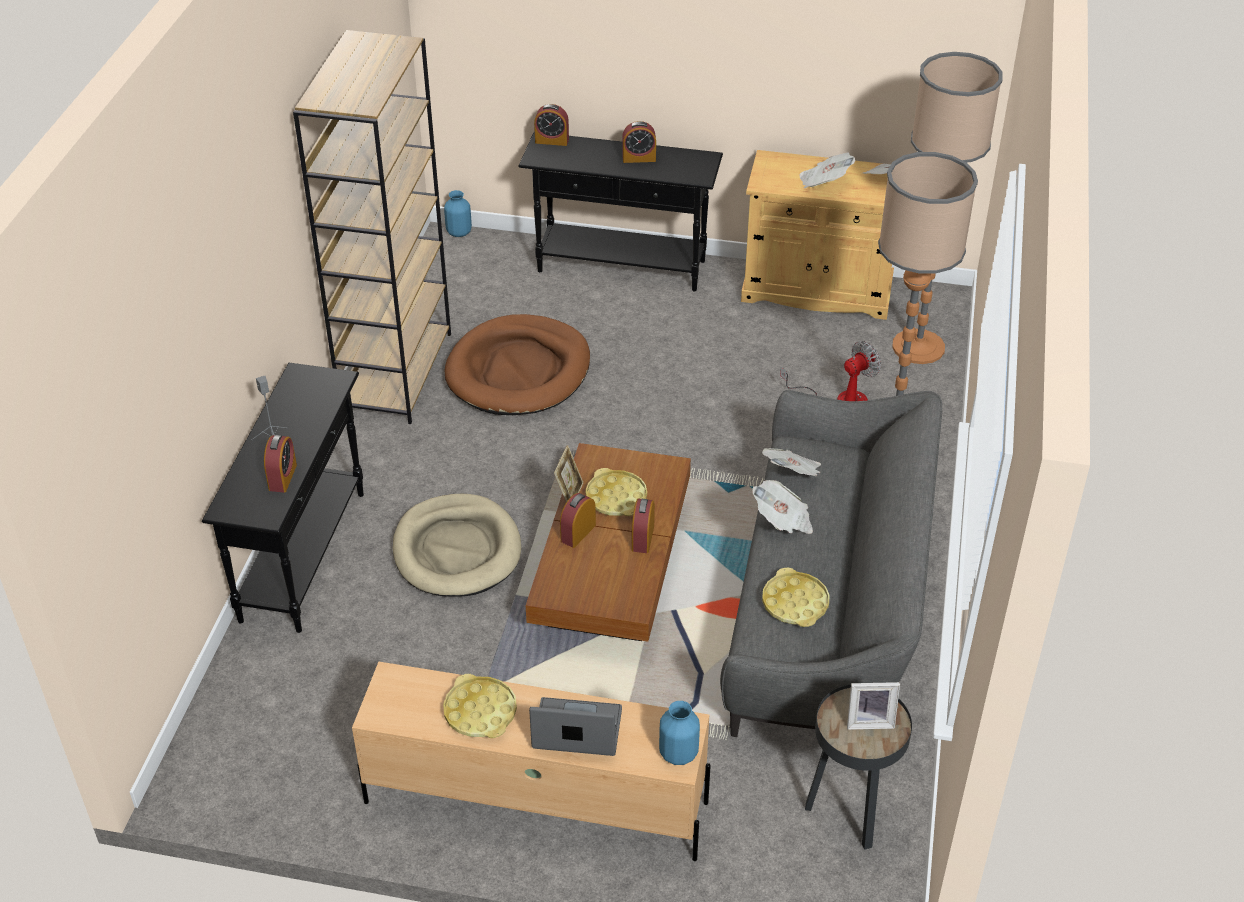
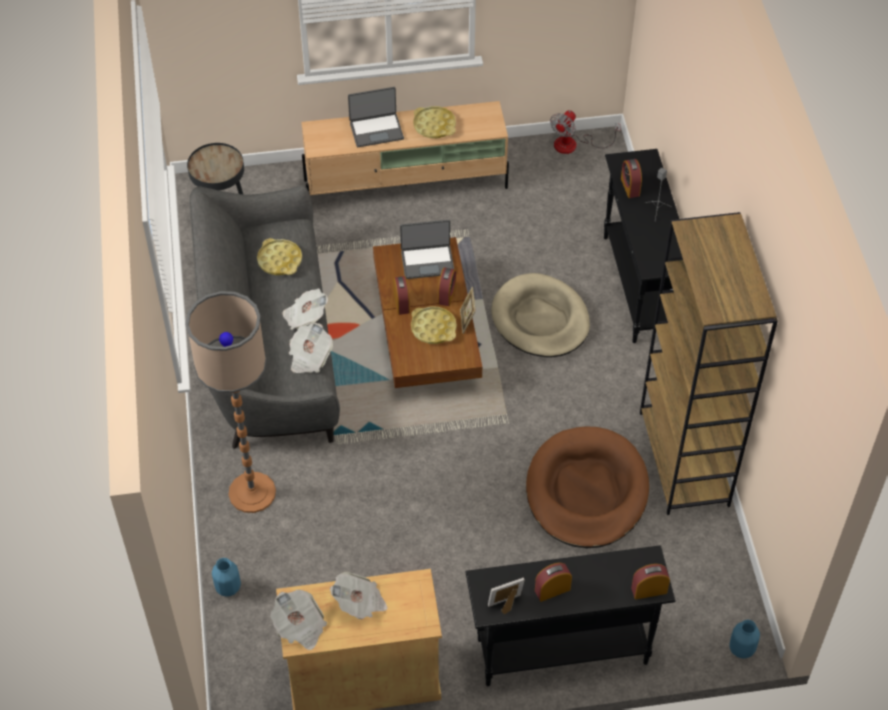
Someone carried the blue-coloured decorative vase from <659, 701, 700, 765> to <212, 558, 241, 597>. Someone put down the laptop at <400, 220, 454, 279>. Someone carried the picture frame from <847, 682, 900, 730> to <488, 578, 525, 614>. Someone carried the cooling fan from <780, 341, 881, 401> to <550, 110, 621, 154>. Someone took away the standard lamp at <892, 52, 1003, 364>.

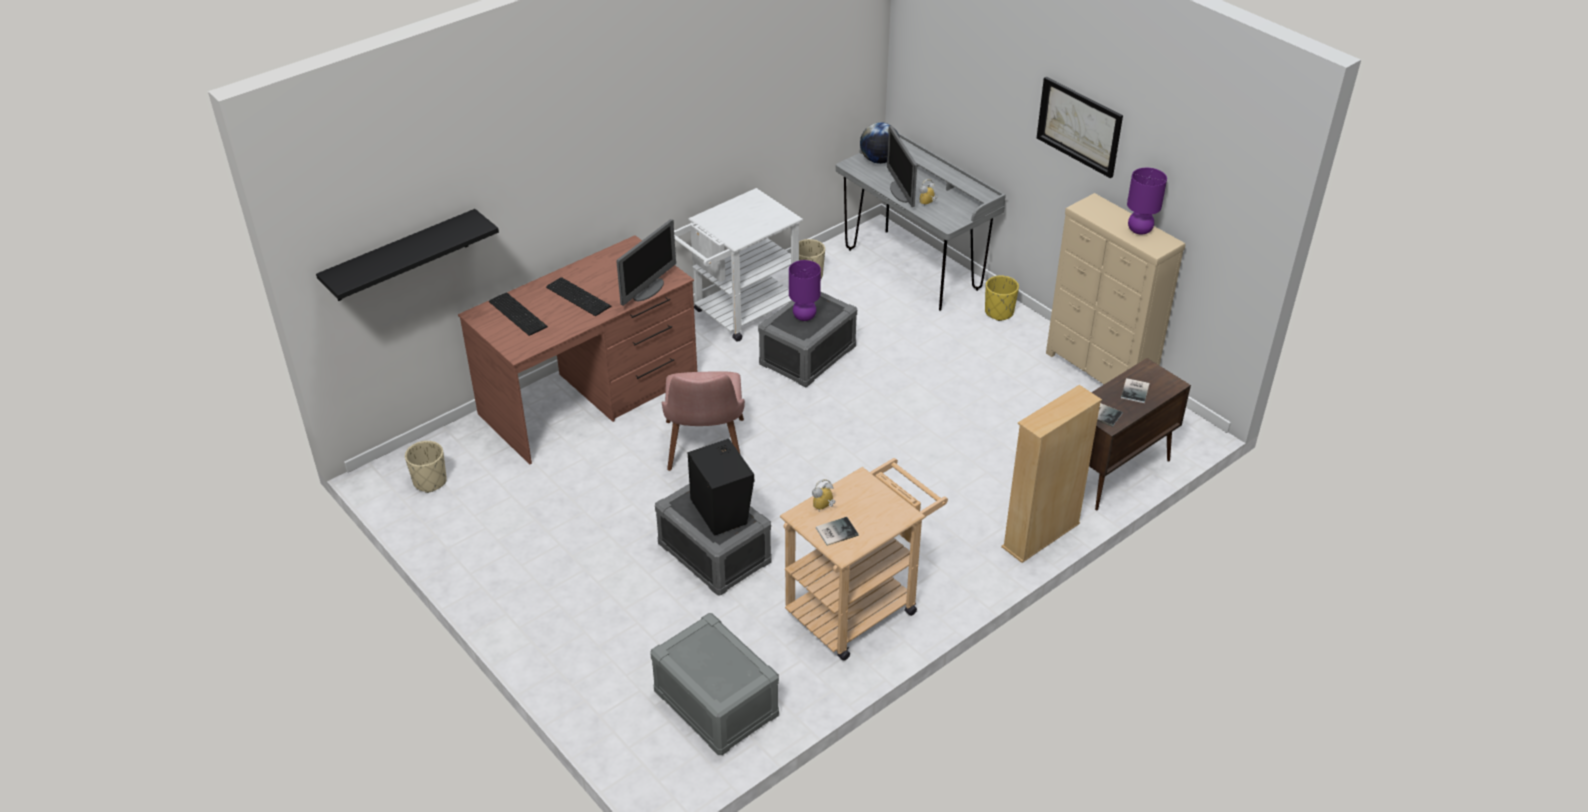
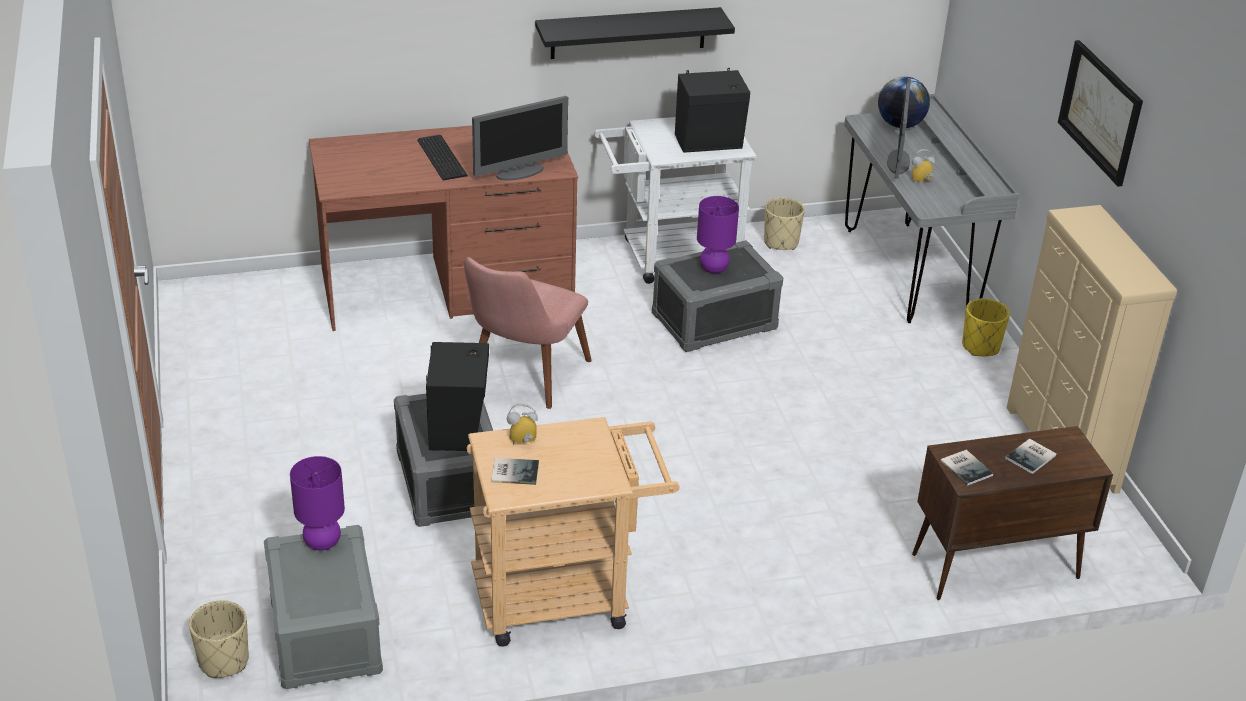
Someone carried the sand-coloured planter from <405, 441, 447, 493> to <189, 600, 249, 678>. Someone carried the purplish tabletop lamp from <1127, 168, 1167, 235> to <290, 456, 345, 551>. Someone carried the black shelf from <316, 209, 499, 301> to <535, 7, 735, 59>. Someone put down the black loudspeaker at <675, 68, 750, 153>. Someone took away the computer keyboard at <489, 293, 548, 336>. Someone took away the sand-coloured bookshelf at <1001, 385, 1102, 563>.

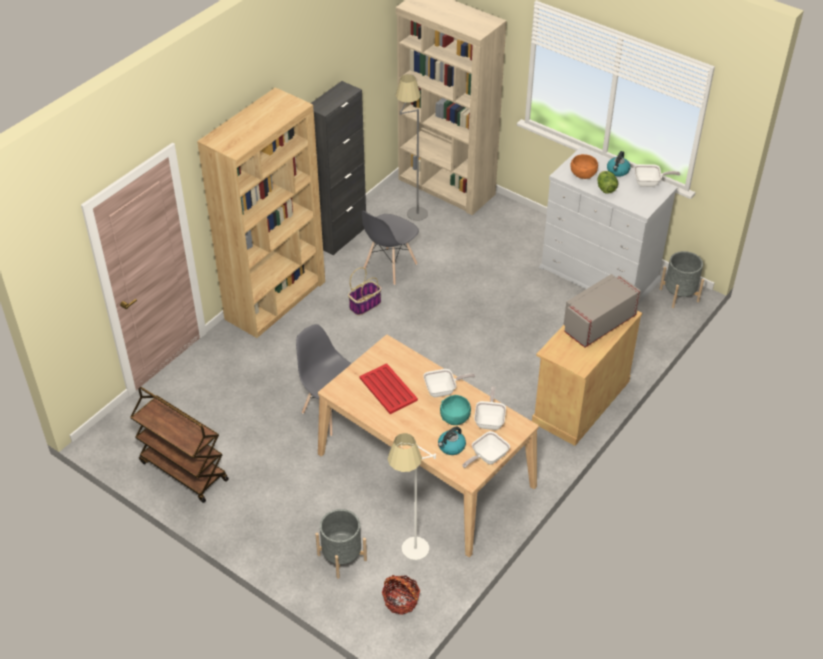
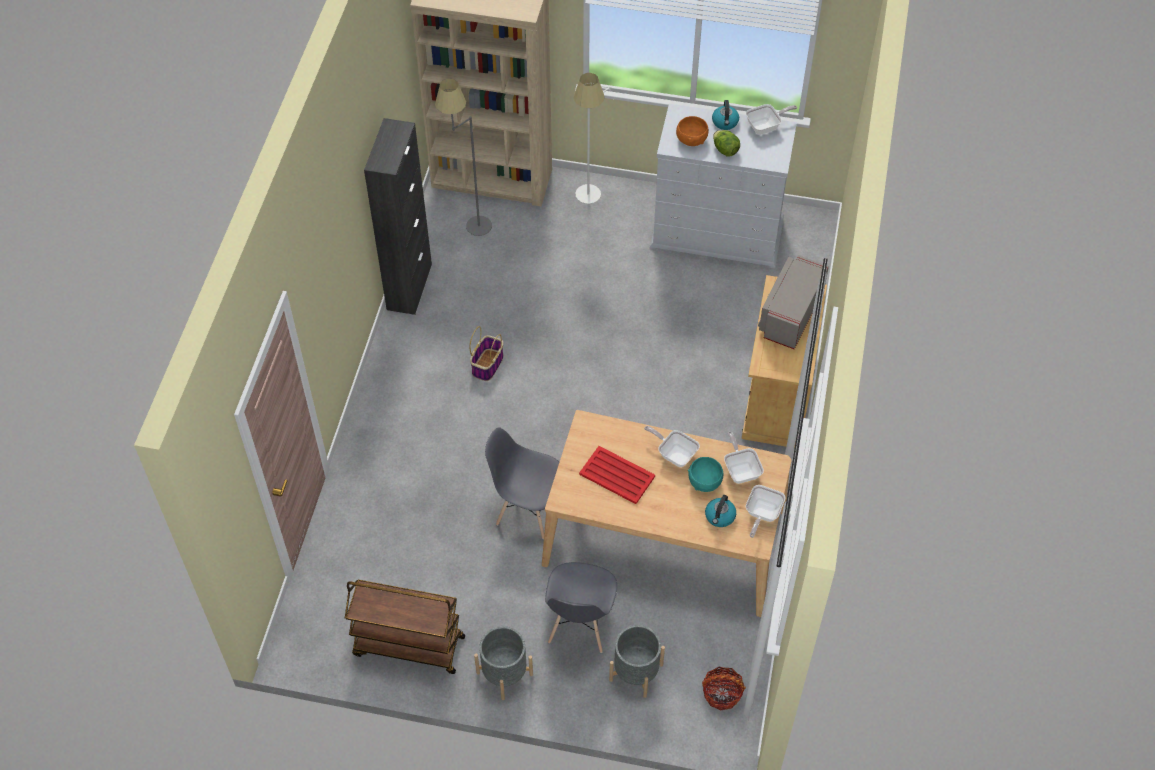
Someone carried the gray planter from <660, 251, 704, 308> to <474, 626, 533, 700>. Someone carried the gray plain chair from <362, 211, 419, 285> to <545, 562, 617, 653>. Someone carried the white-coloured standard lamp from <388, 433, 436, 560> to <573, 73, 611, 204>. Someone rotated the skillet at <423, 369, 475, 397> by 105 degrees counterclockwise. Someone took away the brown bookshelf at <197, 87, 325, 338>.

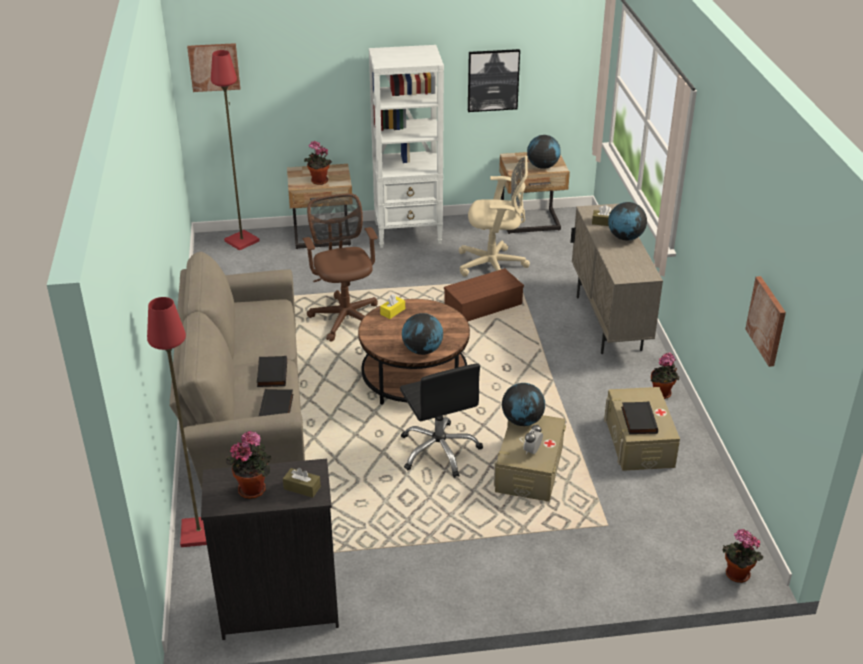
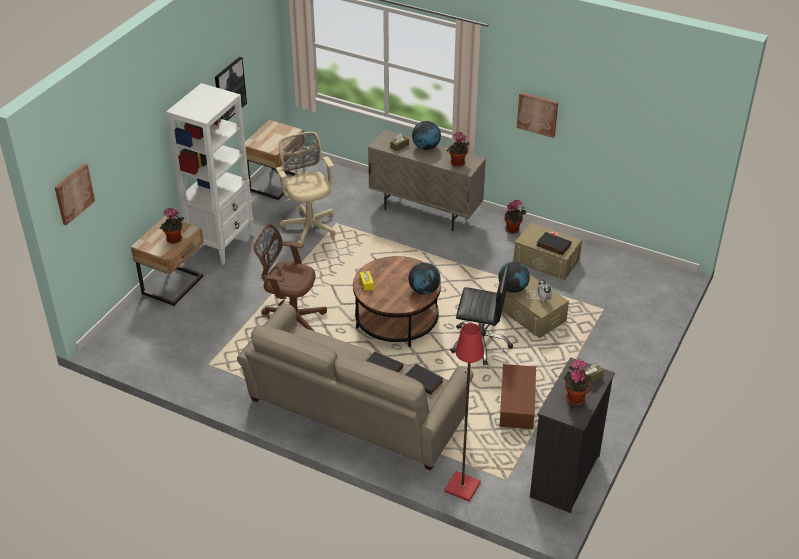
Someone rotated the sand-coloured desk chair at <459, 156, 530, 277> by 60 degrees counterclockwise. Someone carried the plant in a pot from <723, 529, 763, 583> to <447, 132, 470, 167>. Someone carried the brown storage container from <444, 268, 524, 321> to <500, 364, 536, 429>. Someone carried the picture from <745, 276, 786, 367> to <517, 92, 558, 138>. Someone took away the reddish standard lamp at <211, 50, 260, 250>. Someone took away the globe at <527, 135, 561, 169>.

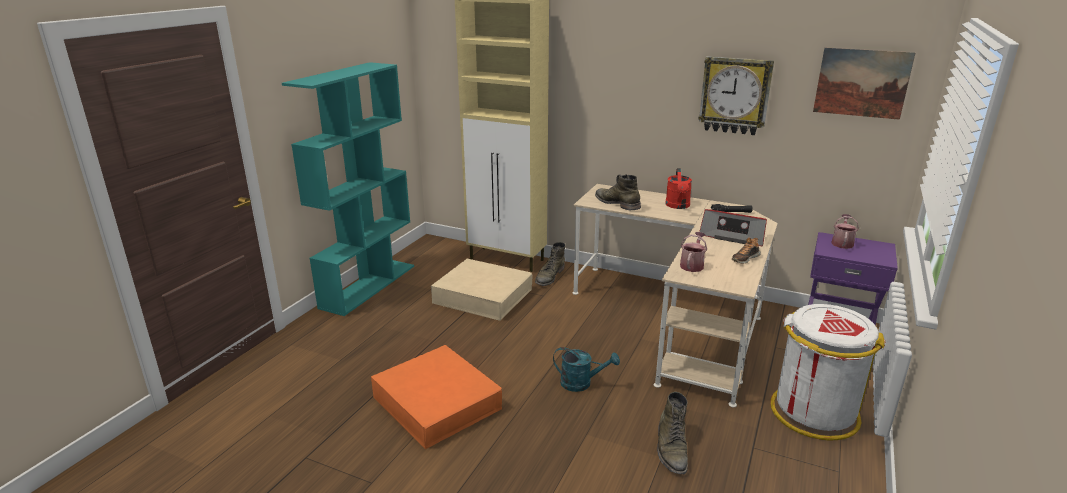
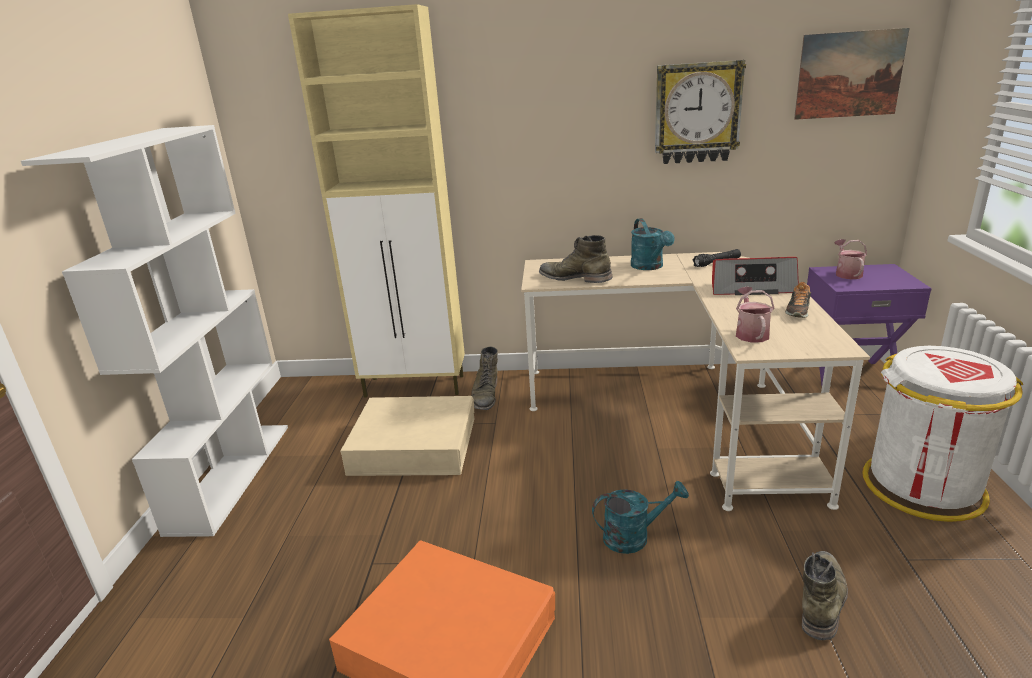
Someone repainted the turquoise-coloured bookshelf at <282, 62, 414, 316>, which became the white-coloured bookshelf at <21, 125, 288, 537>. Someone repainted the reddish sprinkling can at <665, 168, 692, 209>, which became the turquoise-coloured sprinkling can at <631, 218, 675, 270>. Someone rotated the green-coloured tall boot at <657, 392, 688, 474> by 135 degrees counterclockwise.

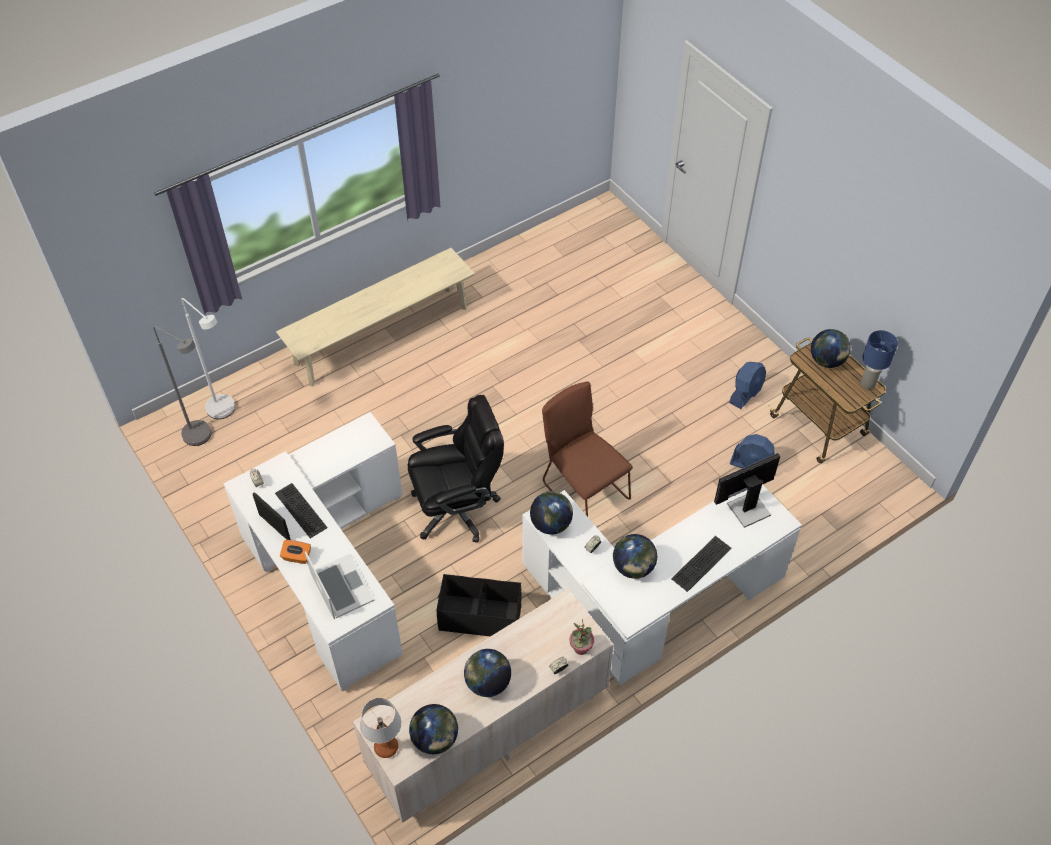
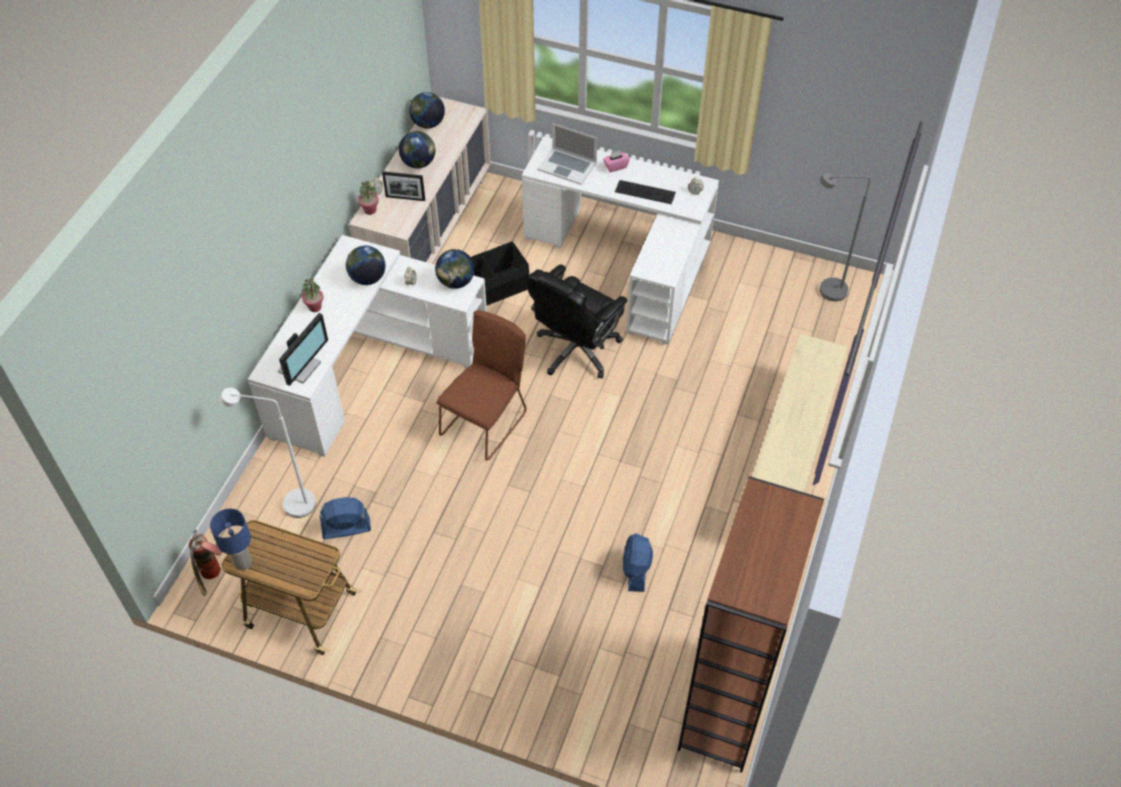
Someone put down the fire extinguisher at <189, 530, 222, 596>. Someone carried the white-coloured standard lamp from <181, 298, 235, 419> to <220, 387, 315, 518>. Someone swapped the computer keyboard at <671, 536, 732, 592> for the plant in a pot at <302, 278, 324, 312>. Someone carried the picture frame from <253, 492, 291, 540> to <382, 171, 425, 201>. Someone rotated the brown plain chair at <542, 381, 633, 517> by 75 degrees counterclockwise. Someone repainted the orange box of tissues at <280, 540, 311, 564>, which became the pinkish box of tissues at <603, 150, 630, 172>. Someone carried the blue-coloured cooling fan from <729, 362, 766, 409> to <623, 533, 653, 592>. Someone put down the brown bookshelf at <678, 476, 824, 773>. Someone took away the tabletop lamp at <360, 698, 402, 758>. Someone took away the globe at <811, 329, 851, 368>.

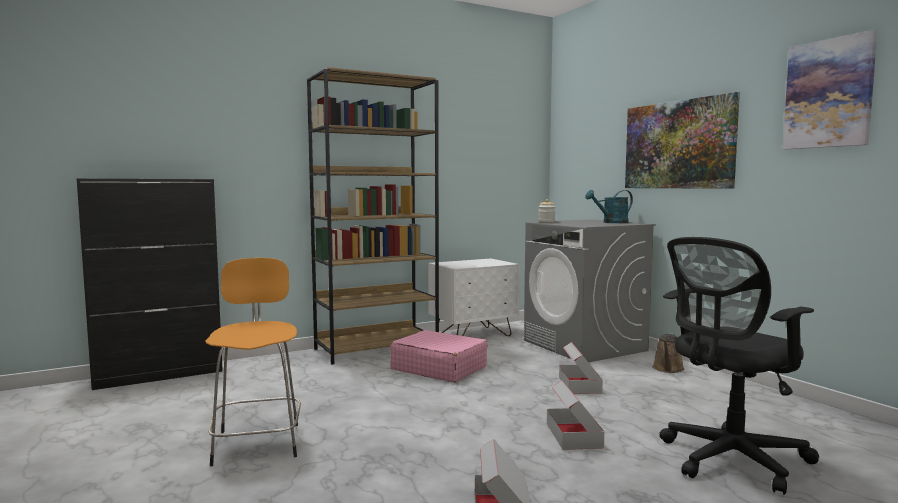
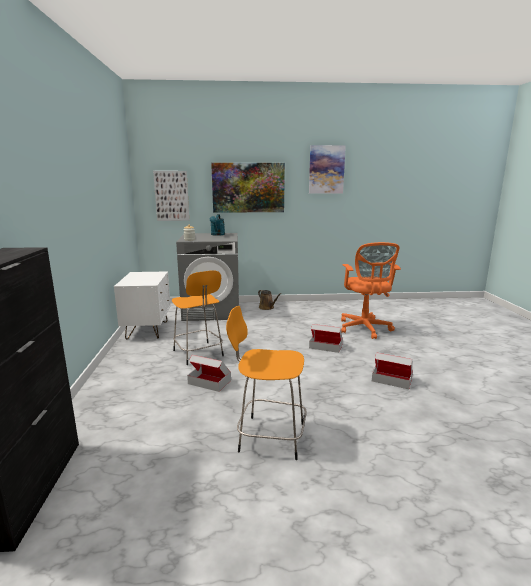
Someone put up the picture at <153, 171, 189, 221>. Someone swapped the pinkish suitcase at <390, 330, 488, 382> for the orange stool at <172, 270, 224, 365>. Someone carried the carton from <559, 342, 603, 394> to <187, 355, 231, 392>. Someone repainted the black desk chair at <659, 237, 819, 495>, which became the orange desk chair at <341, 242, 401, 339>. Someone took away the brown bookshelf at <307, 67, 439, 365>.

